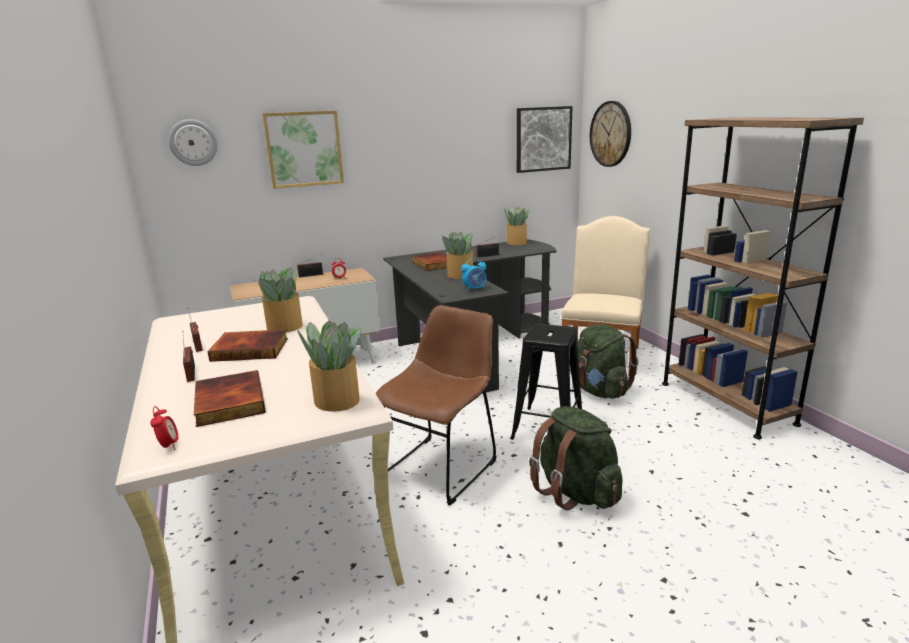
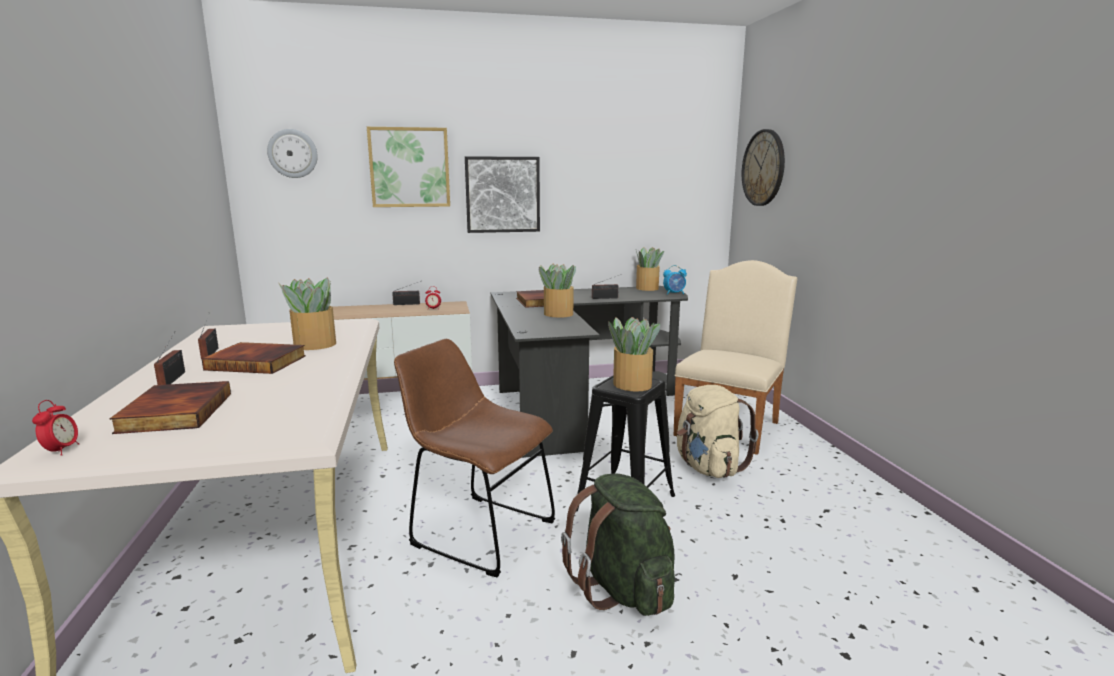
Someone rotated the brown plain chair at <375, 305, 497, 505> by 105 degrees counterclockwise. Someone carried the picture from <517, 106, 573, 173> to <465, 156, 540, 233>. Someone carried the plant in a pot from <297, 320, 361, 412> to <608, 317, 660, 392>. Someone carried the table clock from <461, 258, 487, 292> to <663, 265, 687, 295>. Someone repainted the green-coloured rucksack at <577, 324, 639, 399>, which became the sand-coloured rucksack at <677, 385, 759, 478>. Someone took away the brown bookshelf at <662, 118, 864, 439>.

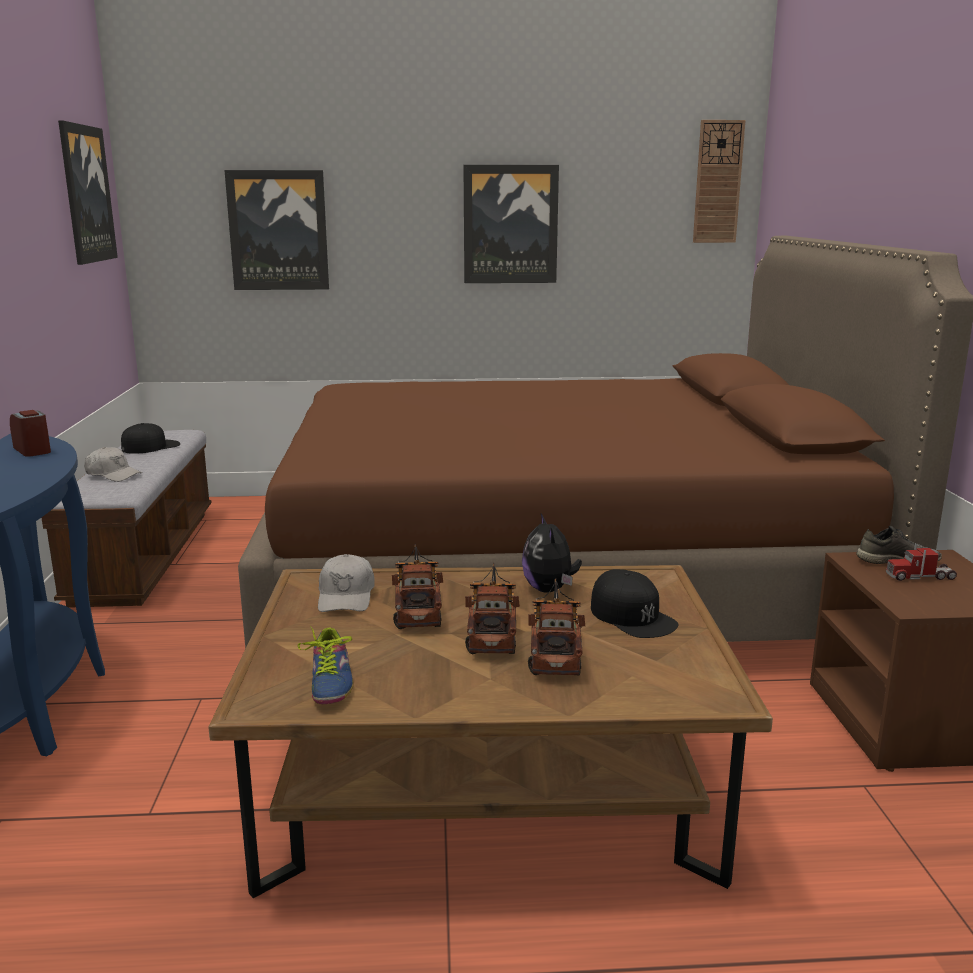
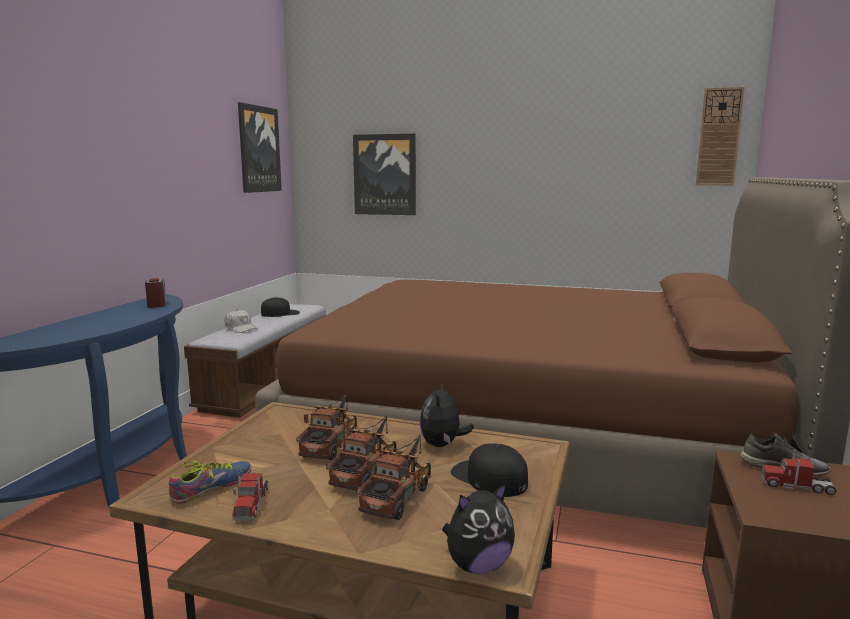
Someone rotated the low shoe at <298, 626, 354, 704> by 150 degrees counterclockwise. Someone put down the model truck at <232, 473, 269, 521>. Someone put down the soft toy at <442, 483, 515, 574>. Someone rotated the black peaked cap at <591, 569, 679, 638> by 150 degrees clockwise. Someone took away the white-coloured peaked cap at <318, 554, 375, 612>. Someone took away the picture at <464, 165, 559, 283>.

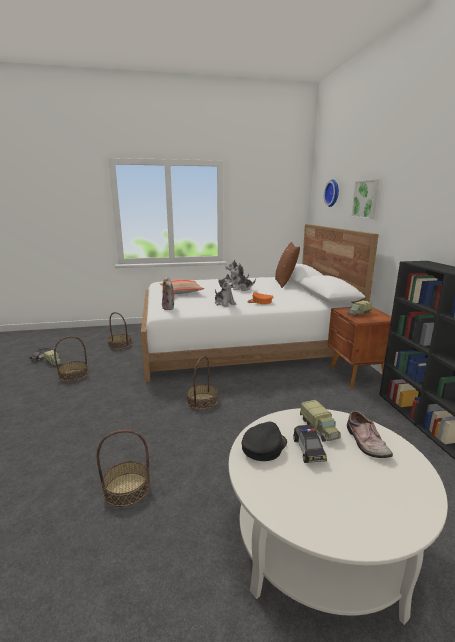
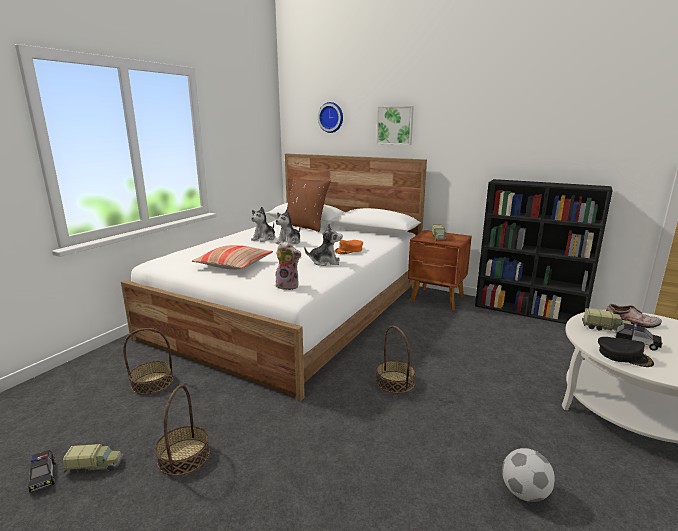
Someone swapped the household basket at <97, 430, 149, 507> for the football ball at <502, 448, 555, 502>. Someone rotated the black peaked cap at <242, 422, 287, 461> by 135 degrees clockwise.

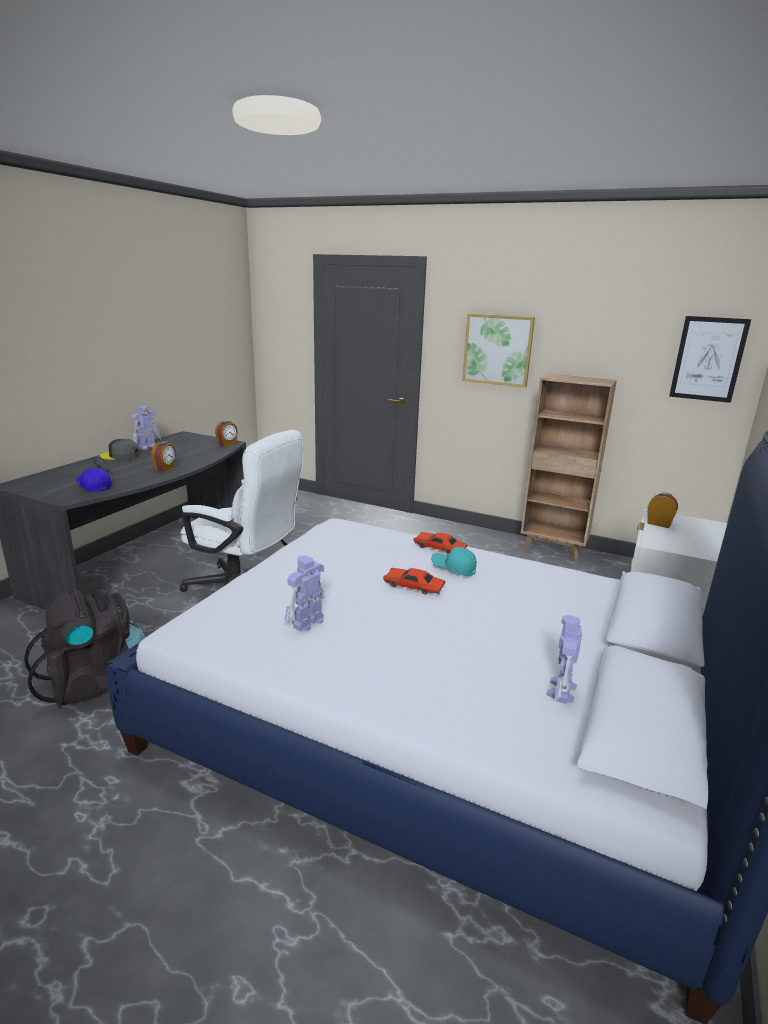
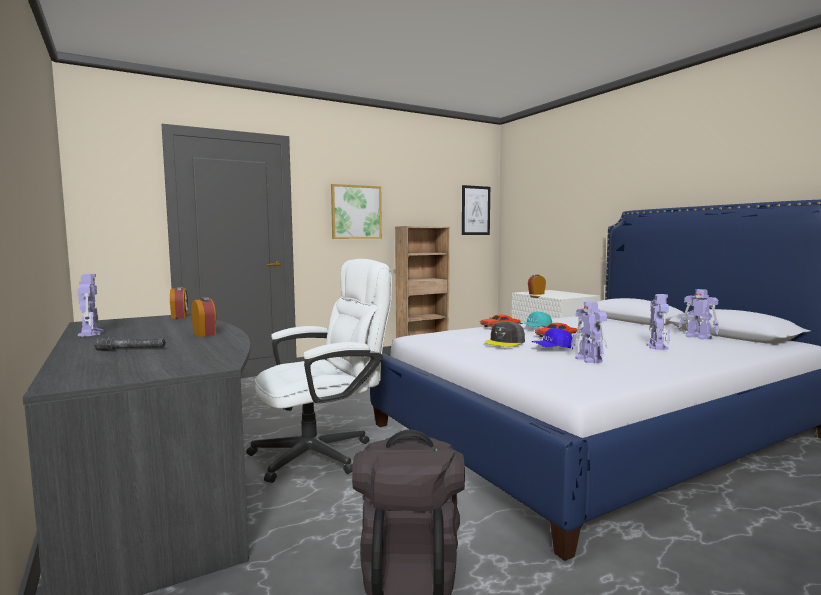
Someone carried the gray peaked cap from <100, 439, 140, 460> to <485, 321, 525, 347>. Someone carried the blue-coloured peaked cap from <76, 468, 112, 492> to <532, 328, 573, 349>. Someone put down the model robot at <647, 294, 670, 350>.

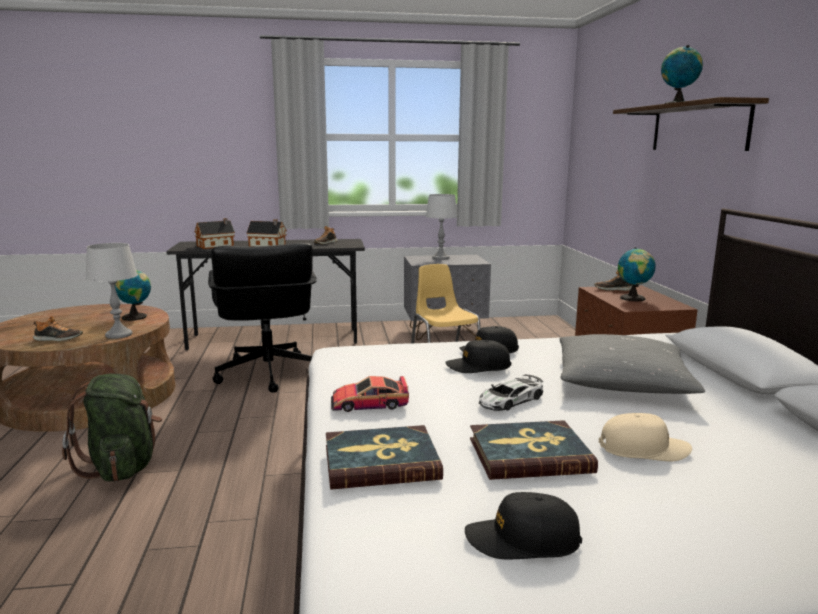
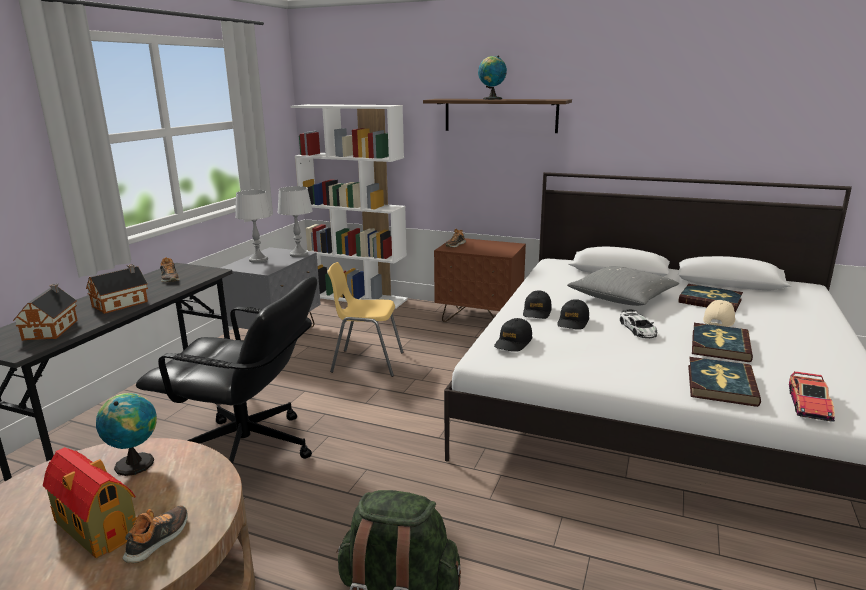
Someone put down the toy house at <43, 447, 137, 559>. Someone carried the gray tabletop lamp from <85, 243, 138, 339> to <277, 186, 313, 257>. Someone put down the white-coloured bookshelf at <290, 104, 408, 309>. Someone carried the black peaked cap from <465, 492, 582, 560> to <494, 318, 532, 352>. Someone put down the bound book at <678, 284, 743, 312>. Someone carried the miniature car from <331, 376, 409, 412> to <789, 371, 835, 421>. Someone took away the globe at <618, 247, 656, 302>.

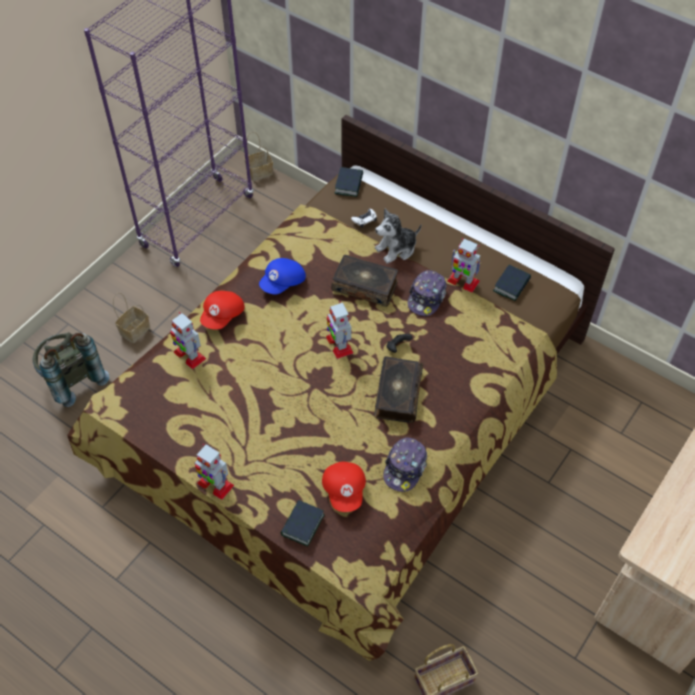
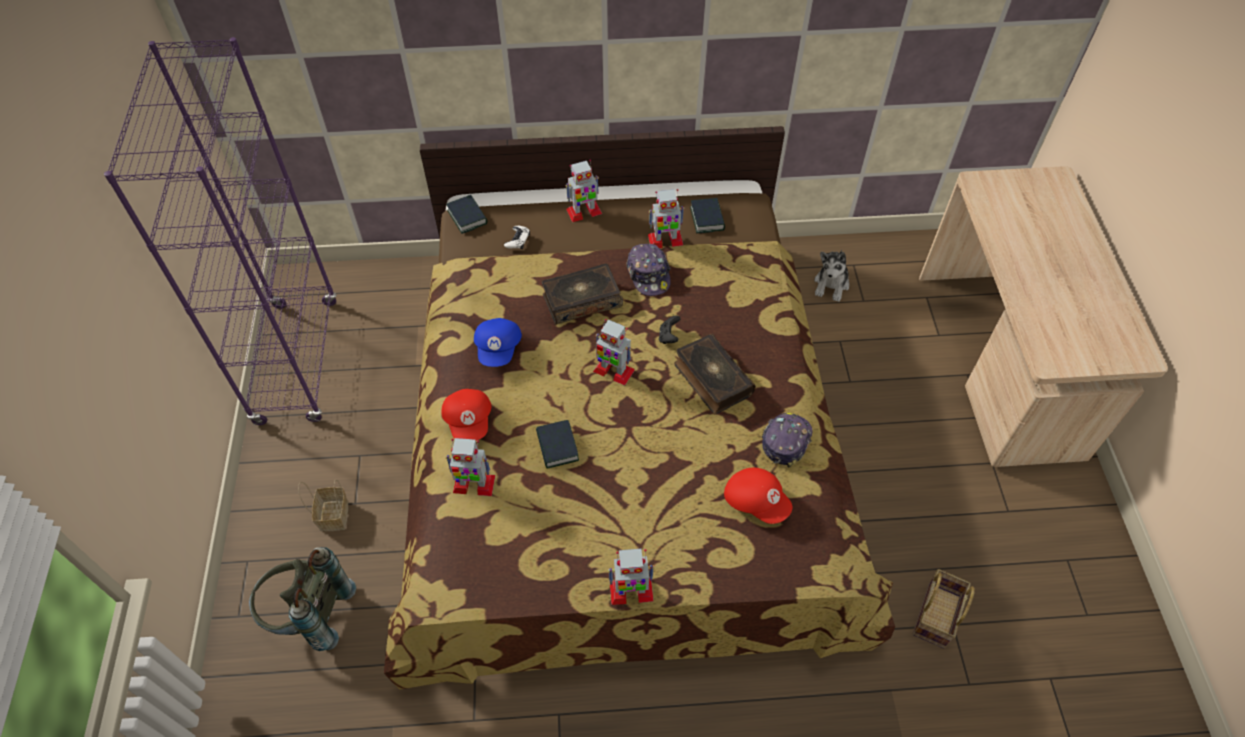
Someone carried the bound book from <281, 500, 325, 546> to <536, 420, 579, 469>. Someone put down the model robot at <565, 160, 602, 222>. Someone rotated the peaked cap at <383, 438, 427, 492> by 135 degrees counterclockwise. Someone carried the soft toy from <375, 208, 421, 264> to <814, 250, 849, 302>. Someone took away the household basket at <244, 132, 273, 181>.

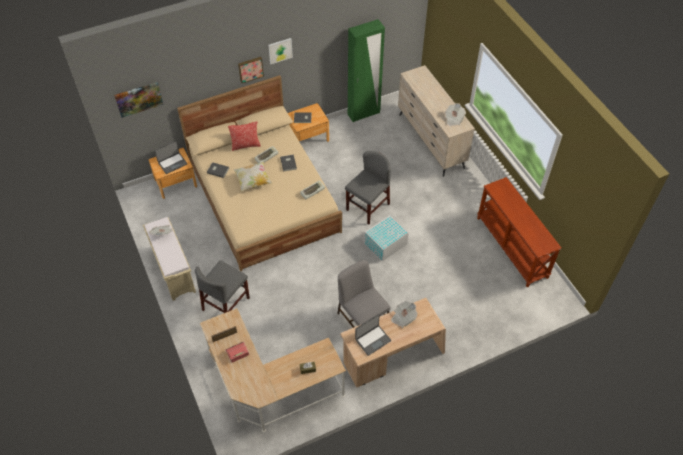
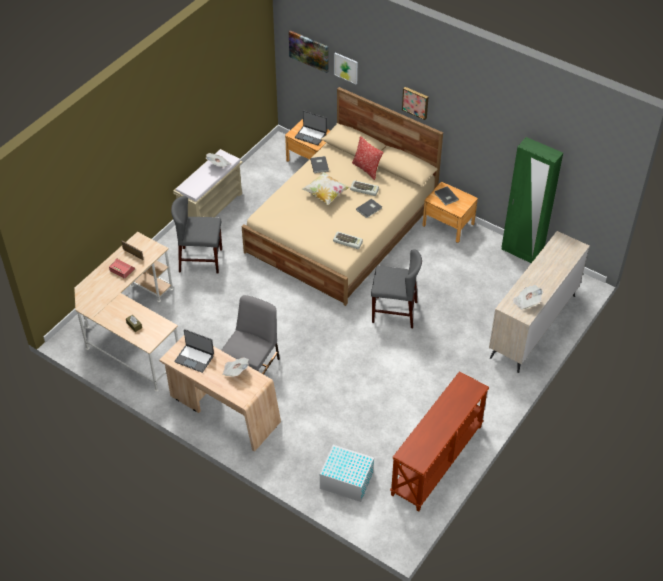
Someone carried the white-coloured storage container from <364, 215, 409, 261> to <320, 445, 374, 502>. Someone carried the picture from <268, 38, 293, 64> to <334, 53, 358, 84>.

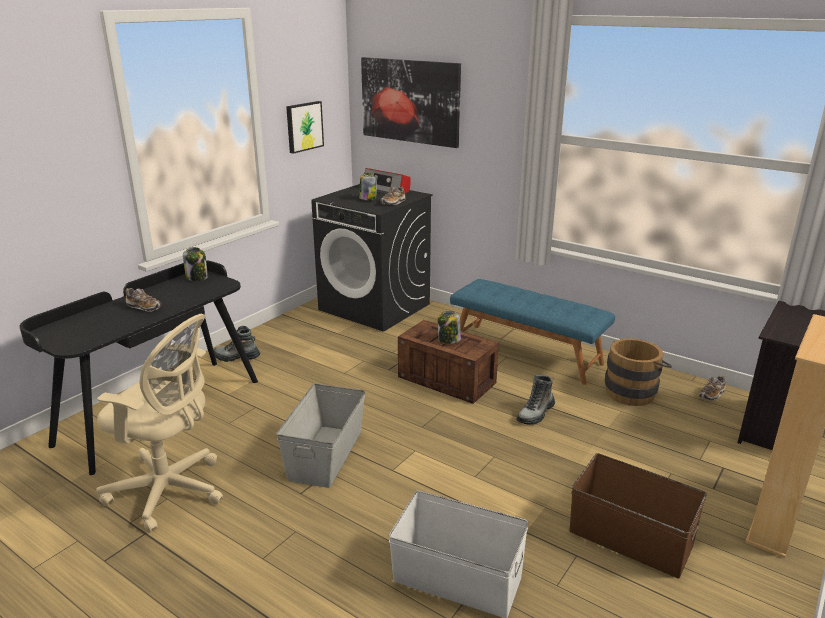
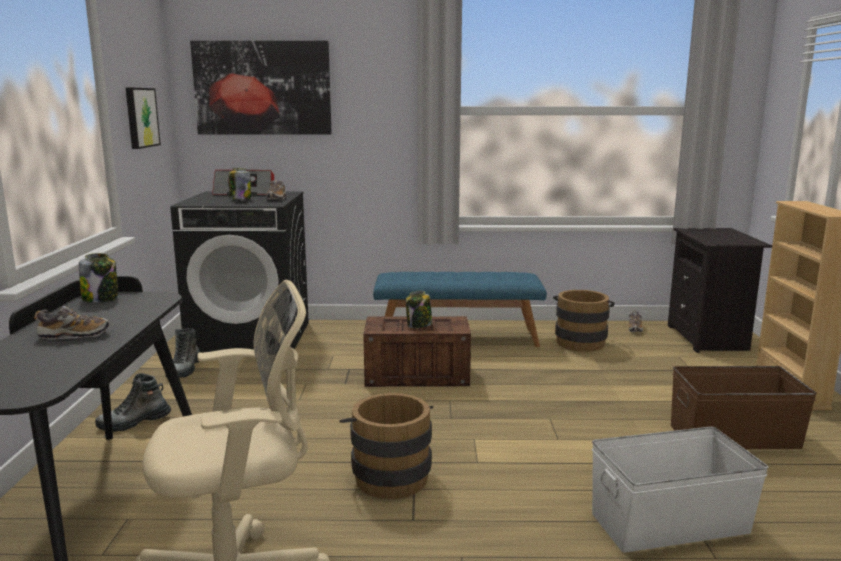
Someone carried the tall boot from <516, 375, 555, 425> to <165, 328, 201, 378>. Someone swapped the gray storage container at <276, 384, 365, 488> for the brown pail at <339, 393, 433, 499>.

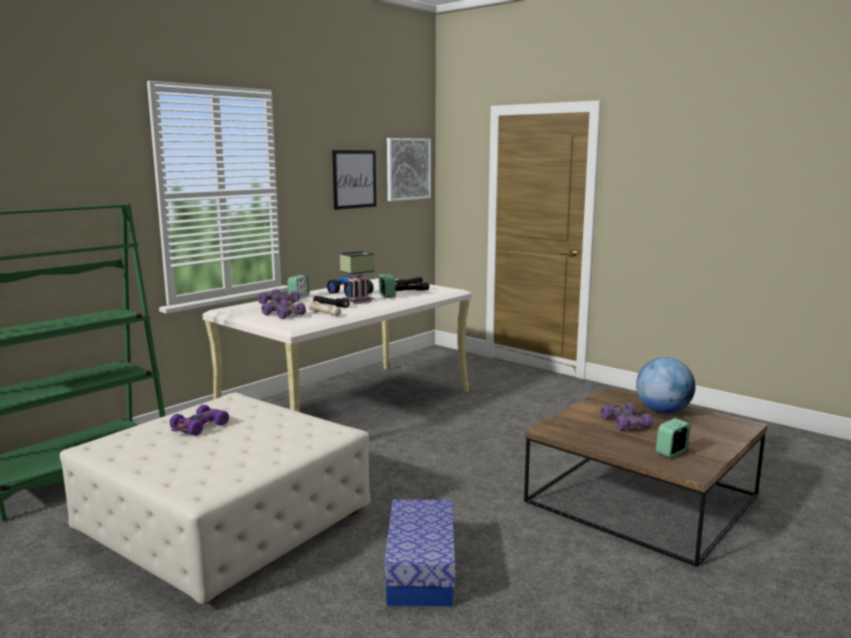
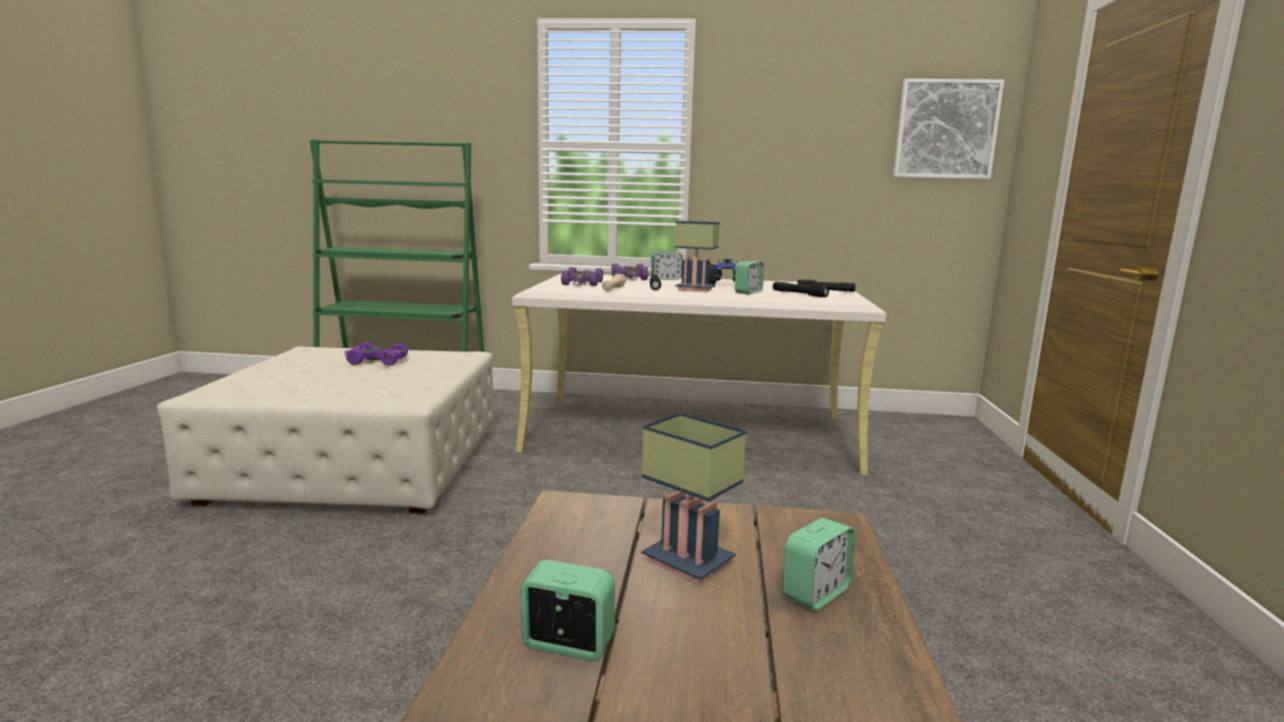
Someone swapped the purplish miniature car at <600, 403, 653, 431> for the tabletop lamp at <641, 413, 746, 584>. Someone swapped the globe at <636, 357, 696, 414> for the table clock at <783, 518, 855, 610>. Someone took away the picture at <332, 150, 376, 210>. Someone took away the storage container at <384, 499, 455, 606>.

